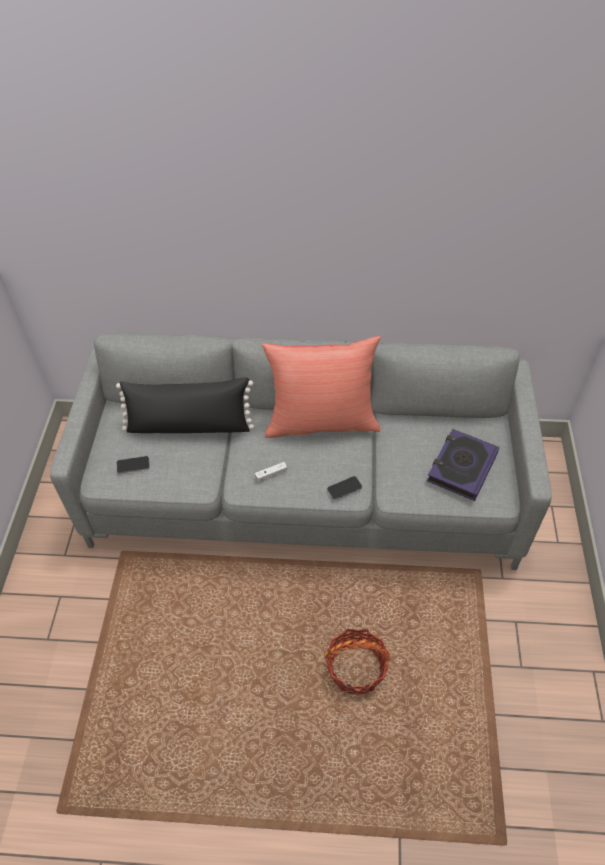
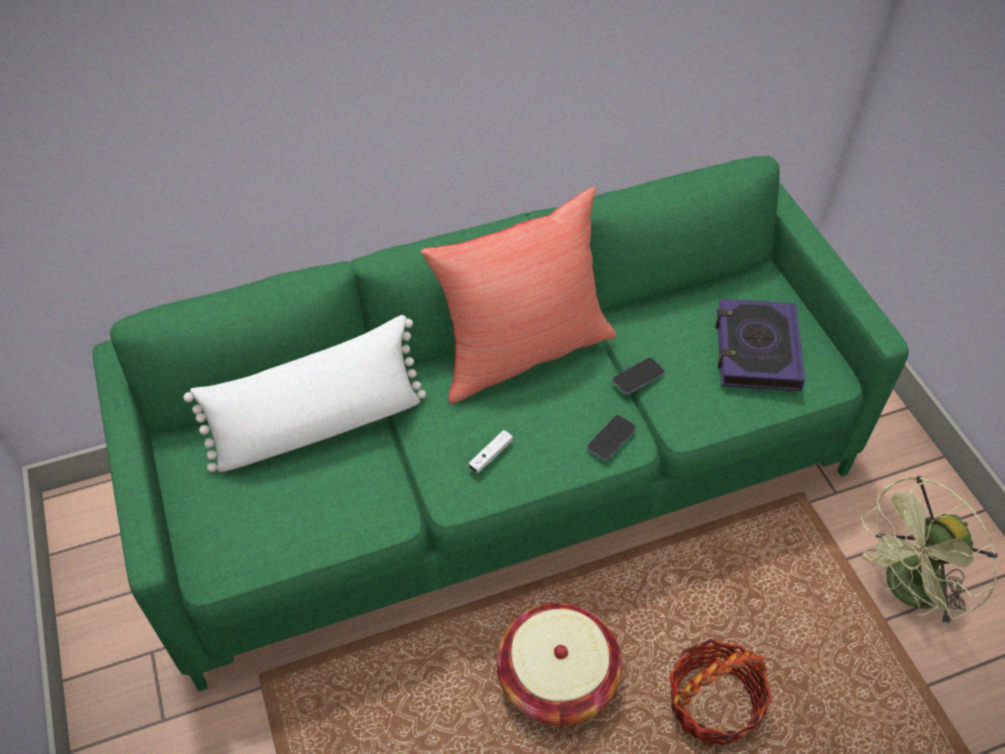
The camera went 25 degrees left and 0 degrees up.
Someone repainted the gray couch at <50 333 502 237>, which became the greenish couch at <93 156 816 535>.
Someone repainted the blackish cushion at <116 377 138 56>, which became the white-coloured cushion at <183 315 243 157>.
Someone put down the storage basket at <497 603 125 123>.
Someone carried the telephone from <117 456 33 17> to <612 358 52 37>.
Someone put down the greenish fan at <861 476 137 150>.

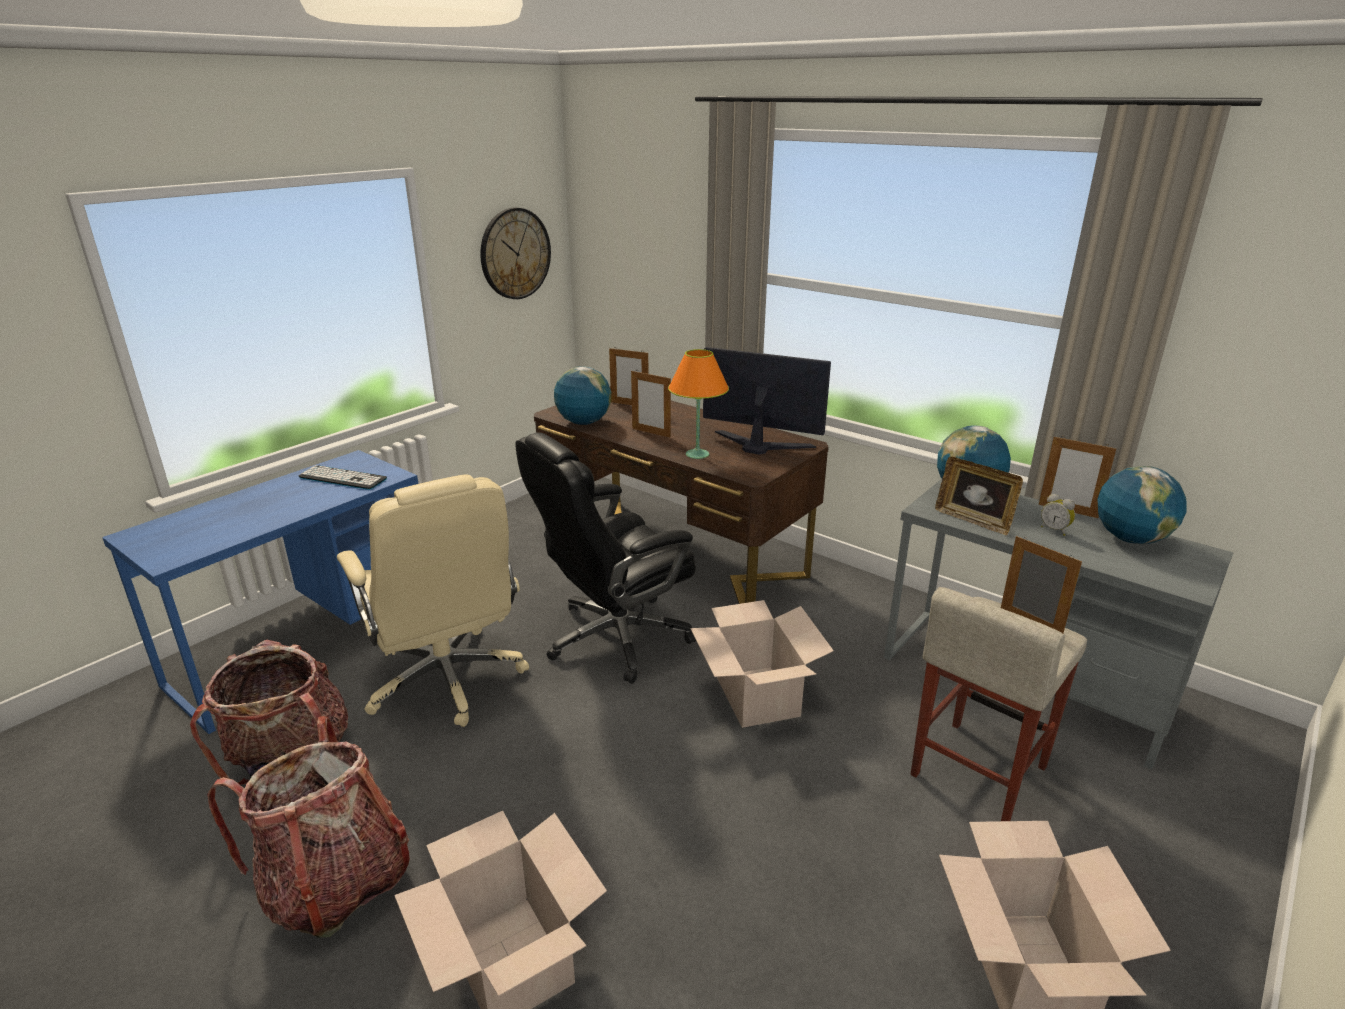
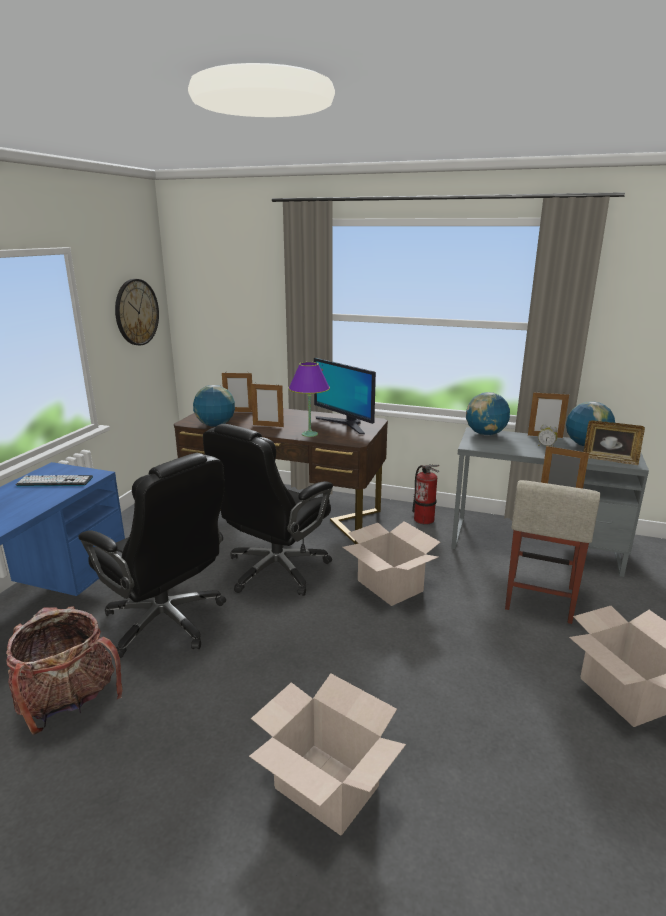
The camera went 20 degrees left and 5 degrees down.
Someone repainted the beige office chair at <337 474 192 253>, which became the blackish office chair at <78 453 148 205>.
Someone repainted the orange lamp for a table at <668 349 61 110>, which became the purple lamp for a table at <288 362 42 75>.
Someone rotated the monitor at <703 347 128 107> by 135 degrees counterclockwise.
Someone put down the fire-fighting cylinder at <412 464 27 61>.
Someone carried the standing frame from <935 457 88 78> to <583 420 62 45>.
Someone took away the knapsack at <207 716 203 222>.

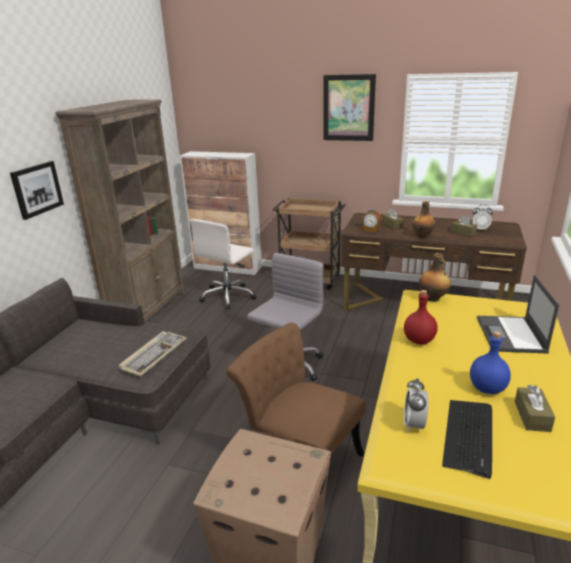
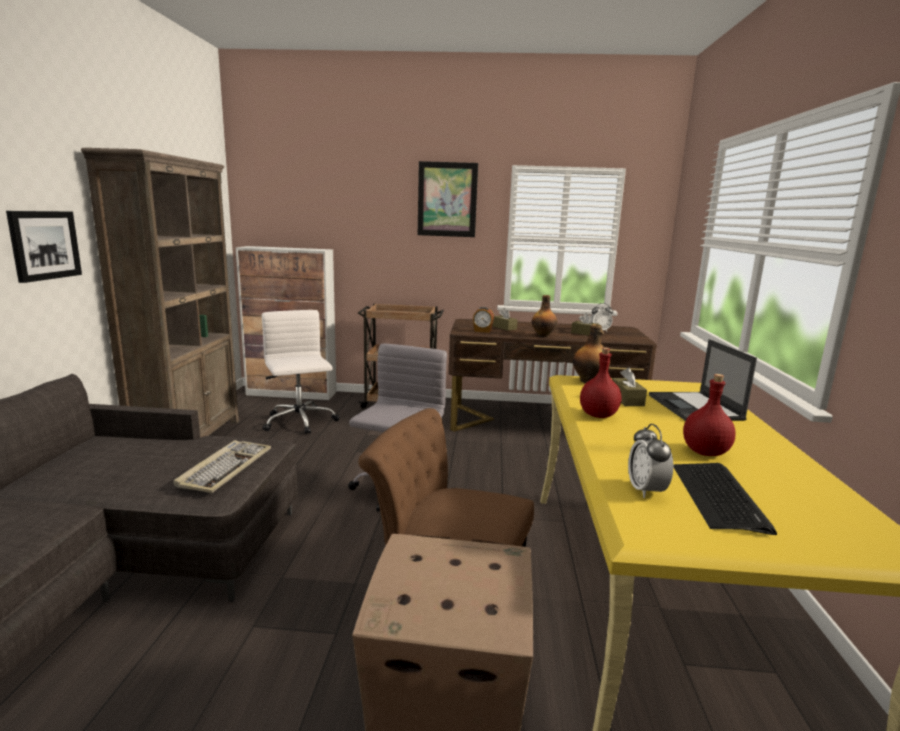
The camera went 15 degrees left and 10 degrees down.
Someone rotated the white-coloured office chair at <190 219 67 90> by 135 degrees clockwise.
Someone carried the brownish box of tissues from <515 385 40 47> to <612 368 35 38>.
Someone repainted the bluish bottle at <470 331 41 63>, which became the red bottle at <683 374 53 82>.

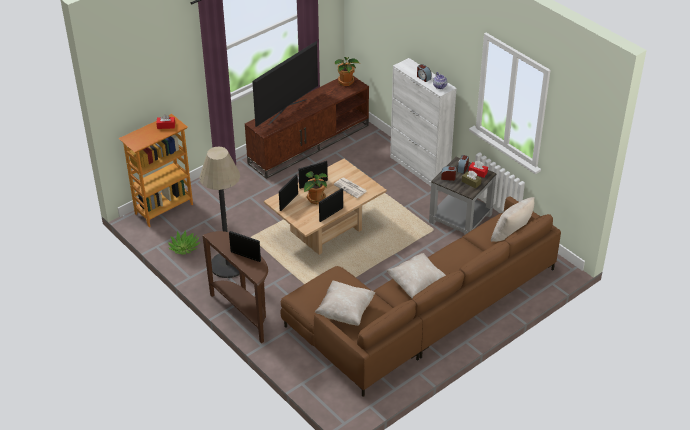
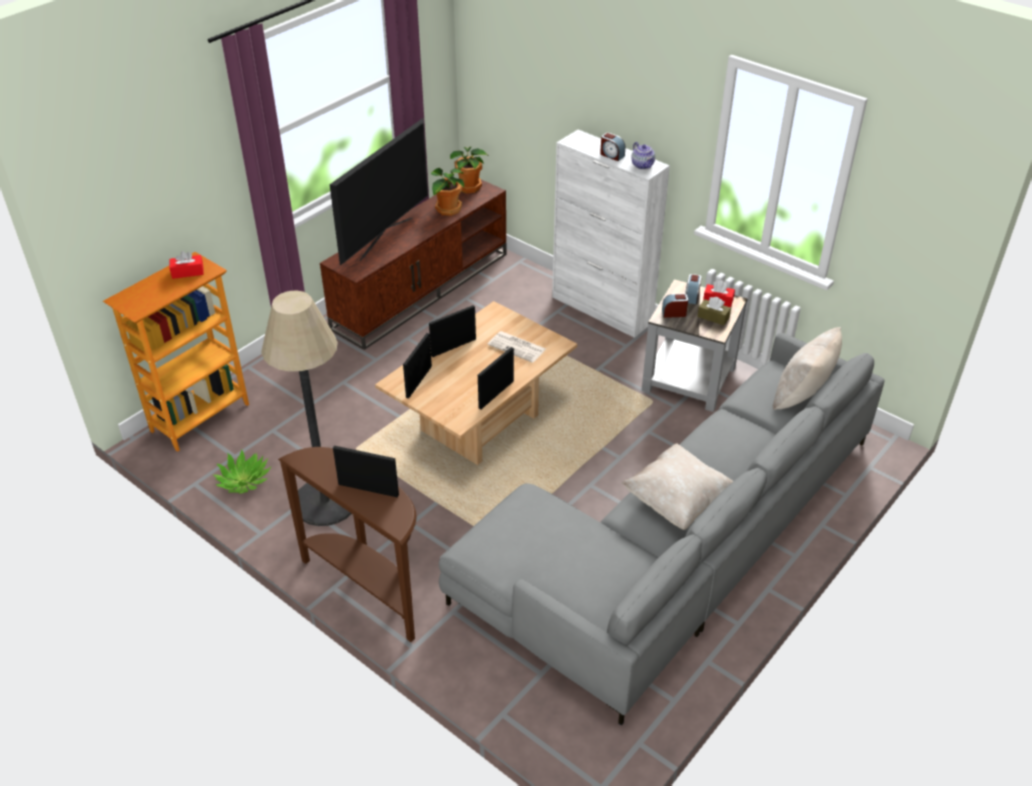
The camera went 10 degrees left and 0 degrees up.
Someone carried the plant in a pot from <304 171 24 33> to <431 168 33 48>.
Someone repainted the brownish couch at <280 197 281 200>, which became the gray couch at <439 333 446 392>.
Someone took away the beige cushion at <315 281 60 45>.

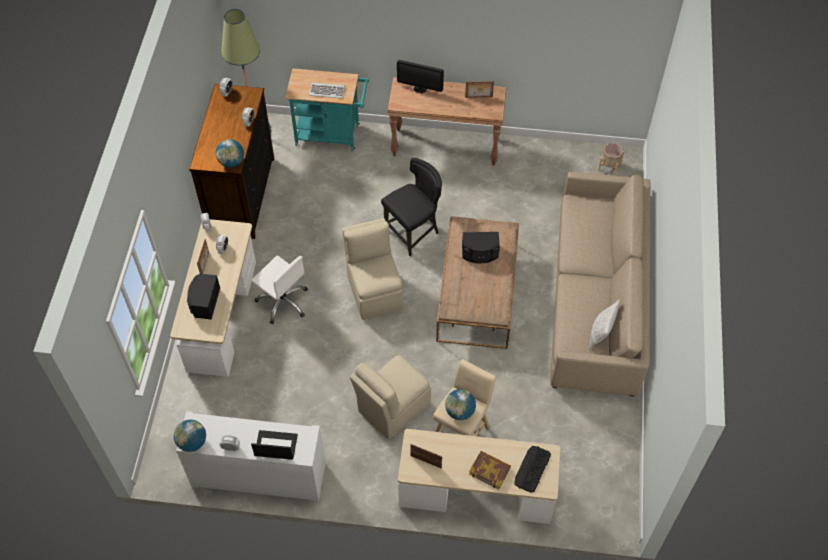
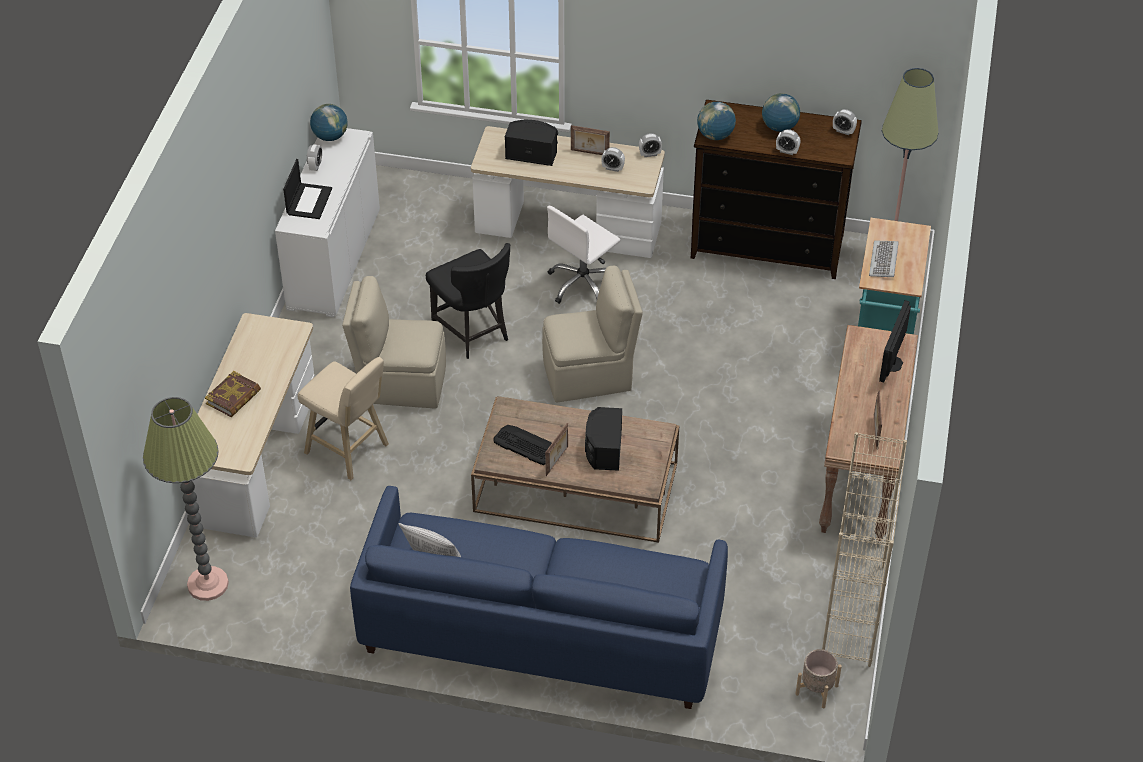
The camera went 95 degrees right and 10 degrees down.
Someone put down the floor lamp at <143 397 86 204>.
Someone rotated the beige chair at <350 355 81 85> by 45 degrees counterclockwise.
Someone repainted the beige couch at <550 172 101 225>, which became the bluish couch at <350 486 378 223>.
Someone carried the blackish chair from <381 158 61 98> to <426 243 84 116>.
Someone carried the PC keyboard from <514 446 37 47> to <493 425 59 40>.
Someone carried the standing frame from <410 444 32 24> to <545 423 23 53>.
Someone carried the world globe from <445 389 31 31> to <762 93 38 39>.
Someone put down the beige bookshelf at <822 432 85 235>.

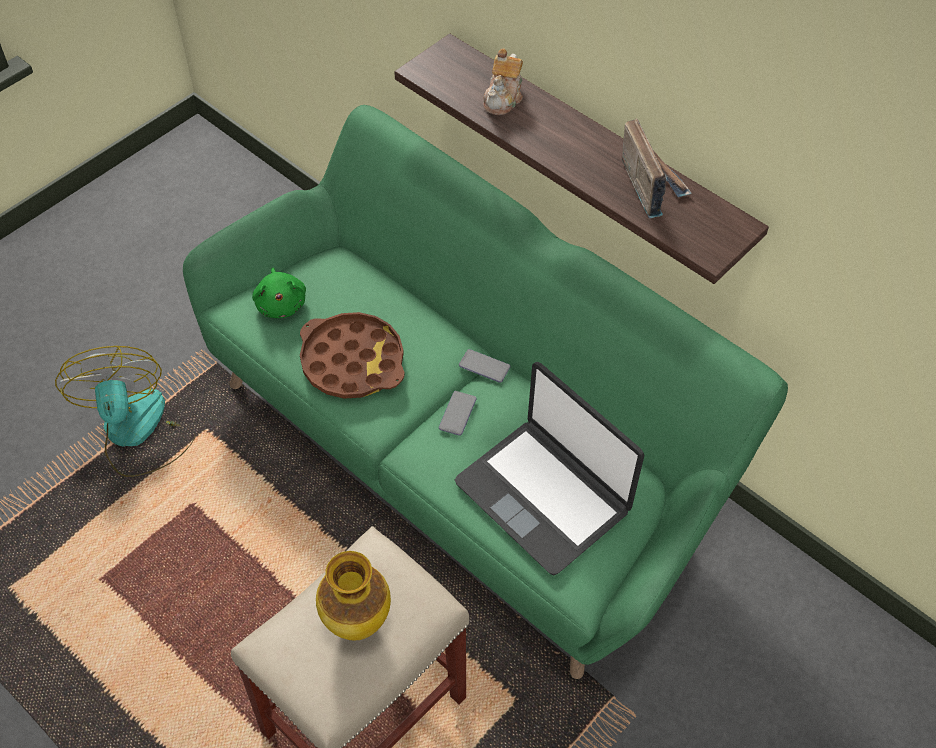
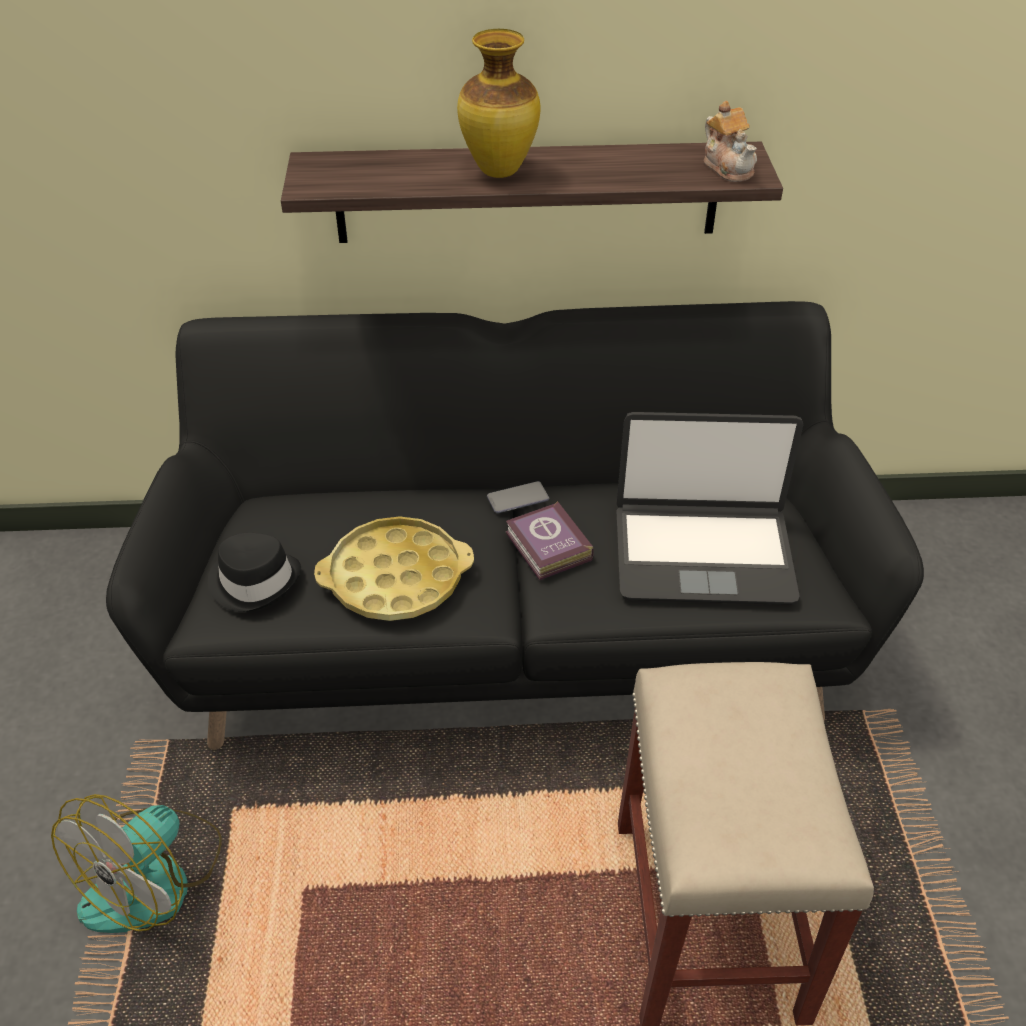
The camera went 45 degrees left and 10 degrees down.
Someone rotated the fan at <55 346 140 131> by 90 degrees counterclockwise.
Someone repainted the greenish couch at <183 105 605 574>, which became the blackish couch at <106 301 818 449>.
Someone swapped the greenish plush toy at <252 267 54 51> for the blackish wearable hat at <208 533 93 79>.
Someone repainted the brownish serving tray at <300 312 105 87>, which became the yellow serving tray at <314 516 160 105>.
Someone carried the vase from <316 551 75 90> to <457 29 83 149>.
Someone swapped the telephone at <439 391 37 45> for the volume at <506 501 88 79>.
Someone carried the pot for tea from <483 49 40 66> to <704 101 53 81>.
Someone took away the radio set at <622 118 70 100>.

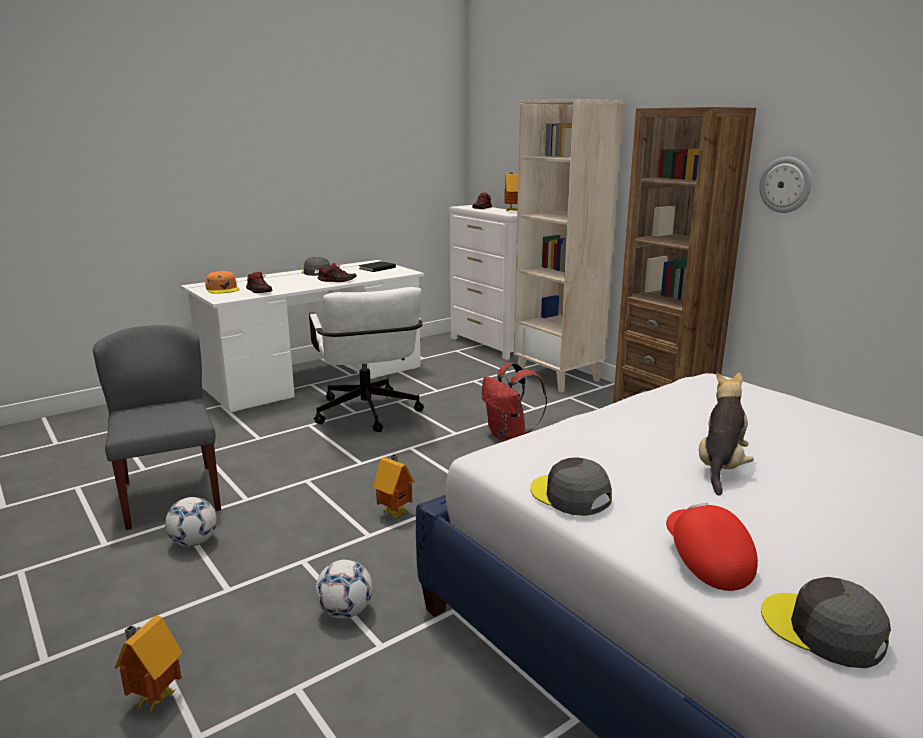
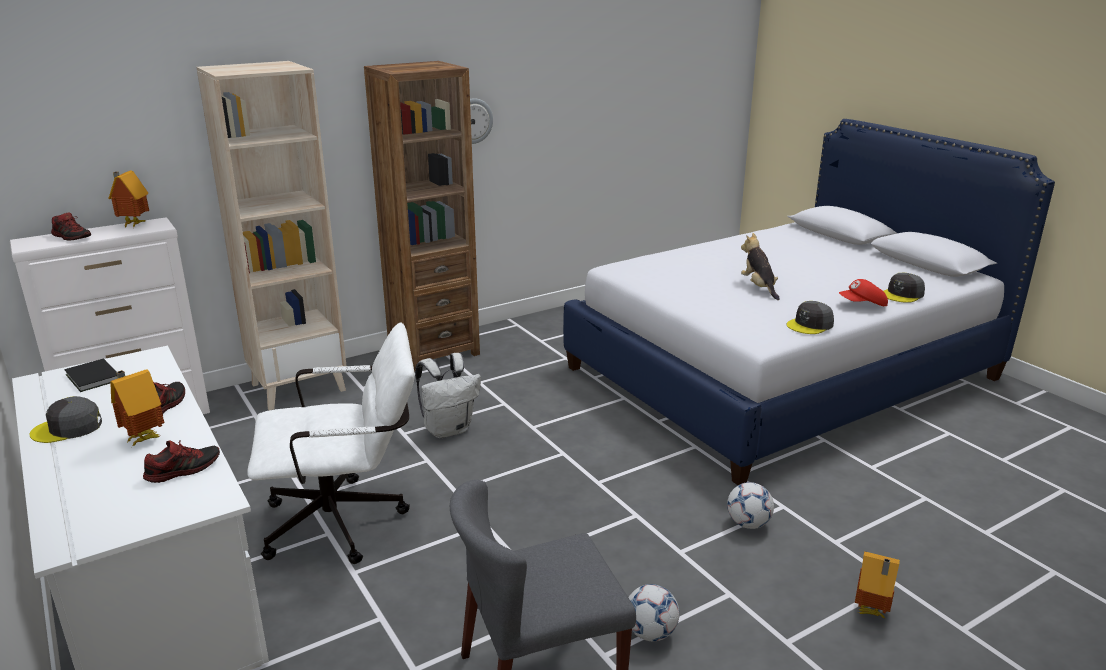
The camera went 85 degrees left and 5 degrees up.
Someone carried the toy house from <373 454 42 64> to <110 369 54 78>.
Someone repainted the red knapsack at <482 362 65 80>, which became the white-coloured knapsack at <415 353 66 85>.
Someone rotated the plush toy at <699 373 55 123> by 45 degrees clockwise.
Someone took away the orange cap at <205 271 35 23>.

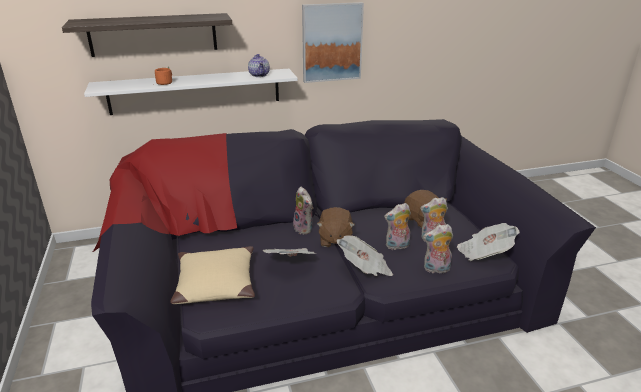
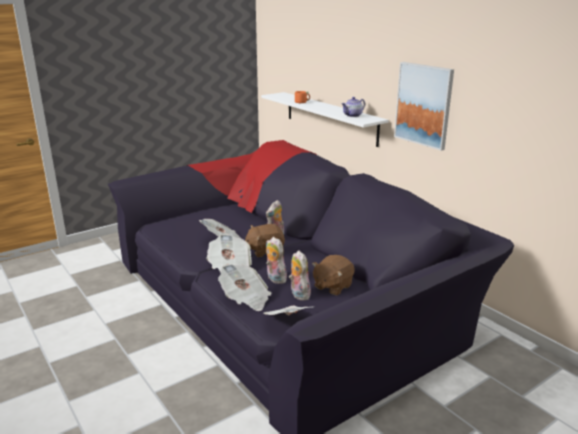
The camera went 70 degrees right and 5 degrees down.
Someone swapped the plush toy at <423 224 30 49> for the daily paper at <218 264 53 47>.
Someone took away the shelf at <62 13 170 44>.
Someone took away the beige cushion at <170 246 85 58>.

